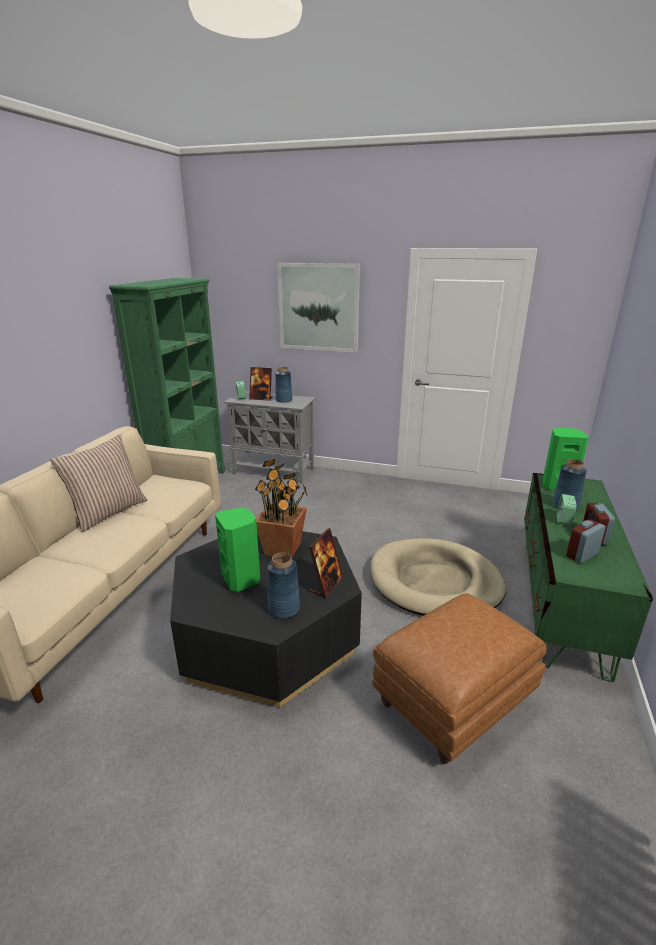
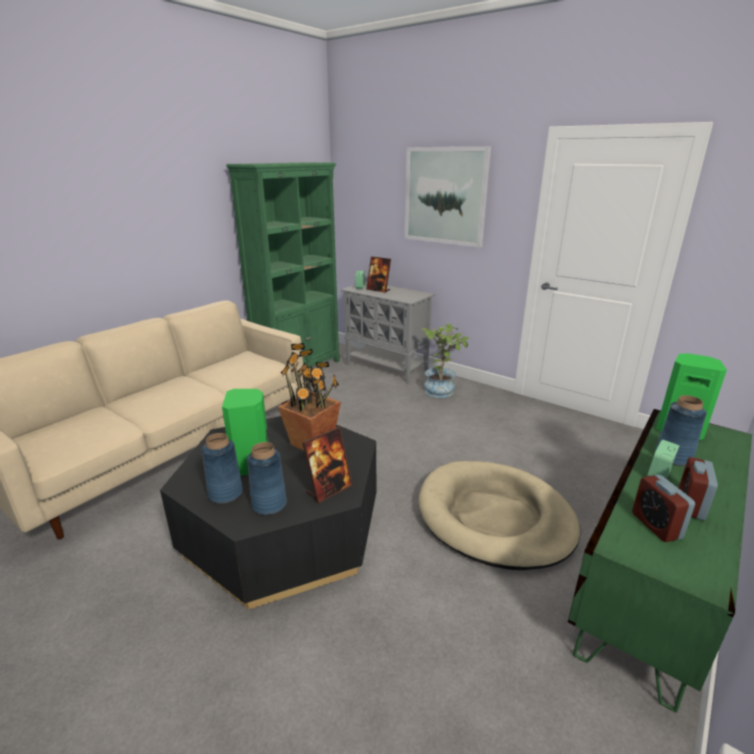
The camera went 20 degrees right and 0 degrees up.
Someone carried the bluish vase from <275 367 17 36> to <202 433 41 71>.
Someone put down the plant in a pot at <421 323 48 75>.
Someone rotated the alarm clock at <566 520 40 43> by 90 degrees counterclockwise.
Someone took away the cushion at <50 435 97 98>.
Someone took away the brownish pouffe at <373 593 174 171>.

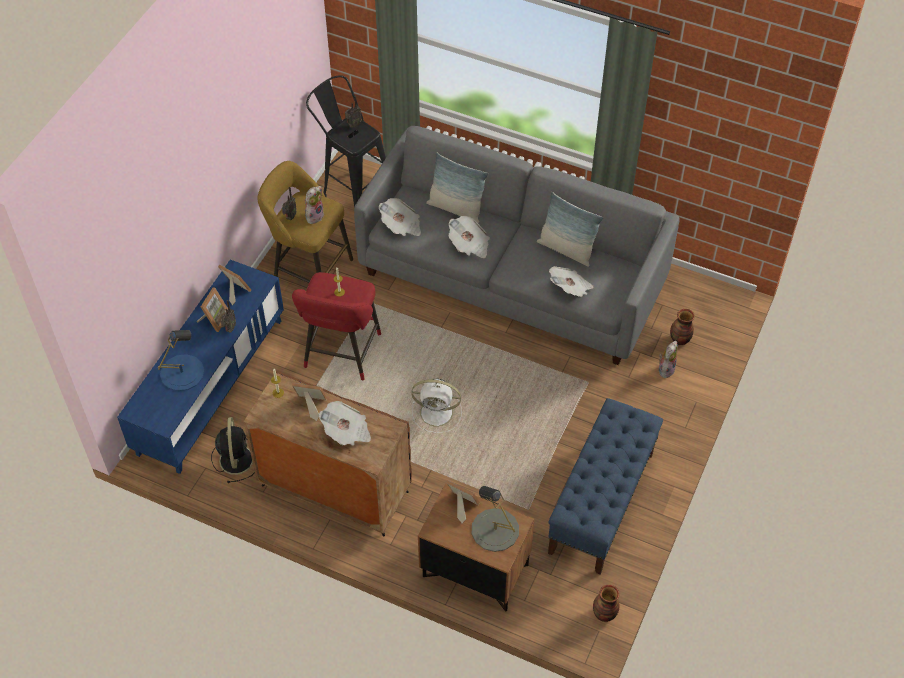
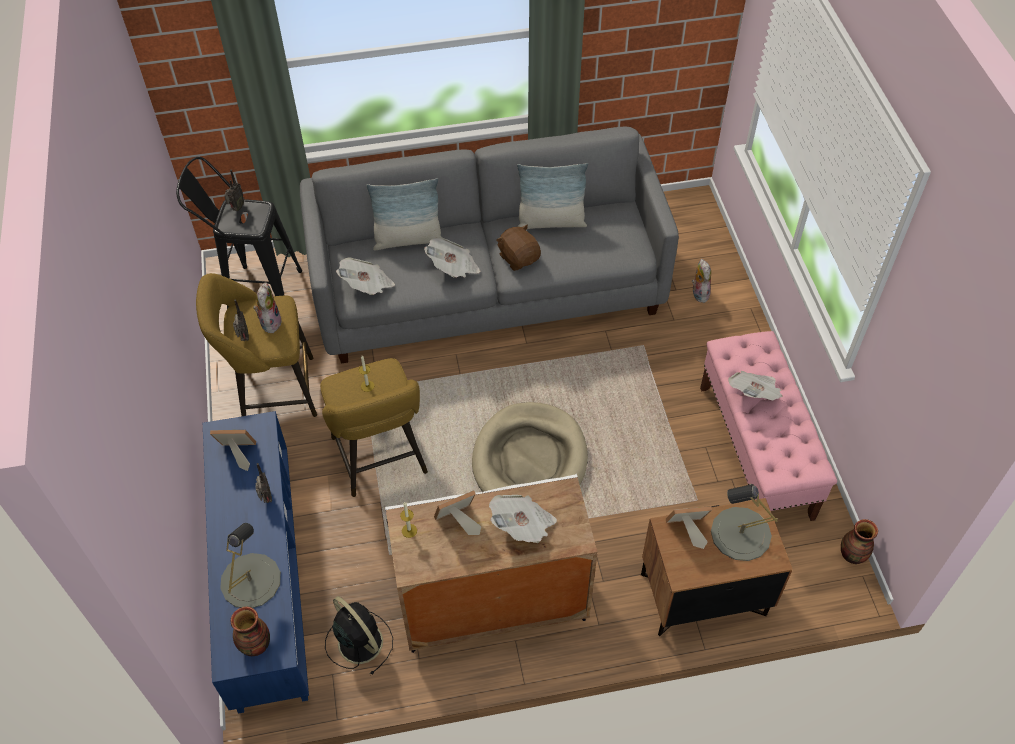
The camera went 35 degrees left and 0 degrees up.
Someone repainted the bluish lamp for a table at <158 330 46 61>, which became the gray lamp for a table at <220 523 61 85>.
Someone carried the vase from <670 309 25 36> to <231 606 39 50>.
Someone repainted the red stool at <292 272 89 109>, which became the yellow stool at <320 358 108 139>.
Someone repainted the brownish storage cabinet at <244 371 168 165>, which became the white-coloured storage cabinet at <385 474 212 179>.
Someone swapped the white-coloured fan at <411 379 51 54> for the beige pet bed at <472 402 116 90>.
Someone put down the brownish plush toy at <496 225 45 46>.
Someone repainted the bluish indoor bench at <548 398 115 177>, which became the pinkish indoor bench at <700 331 137 190>.
Someone carried the daily paper from <549 266 44 31> to <728 371 55 29>.
Someone took away the standing frame at <197 288 31 44>.

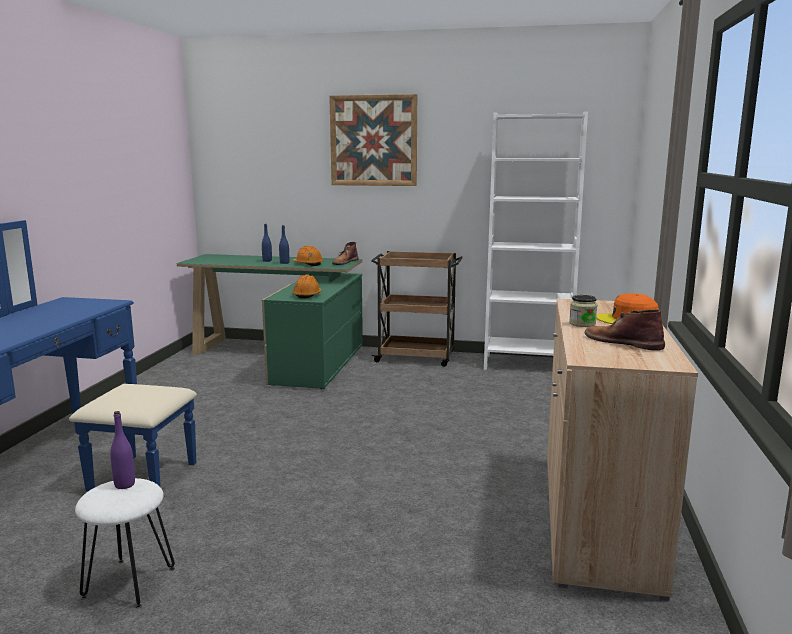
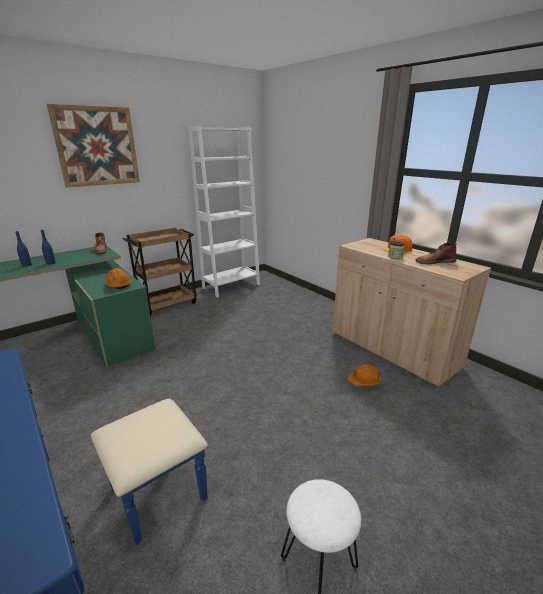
The camera went 50 degrees left and 10 degrees up.
Someone carried the orange safety helmet from <293 245 30 21> to <348 364 33 22>.
Someone took away the purple bottle at <110 411 25 78>.

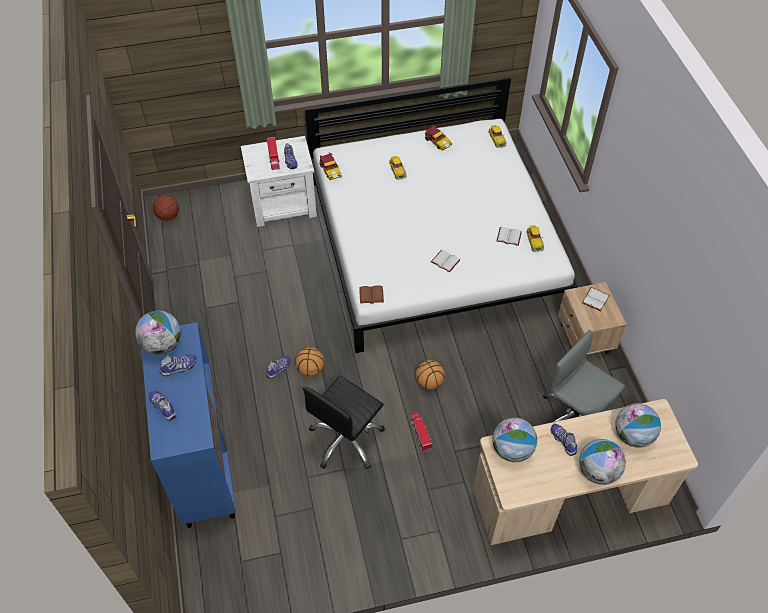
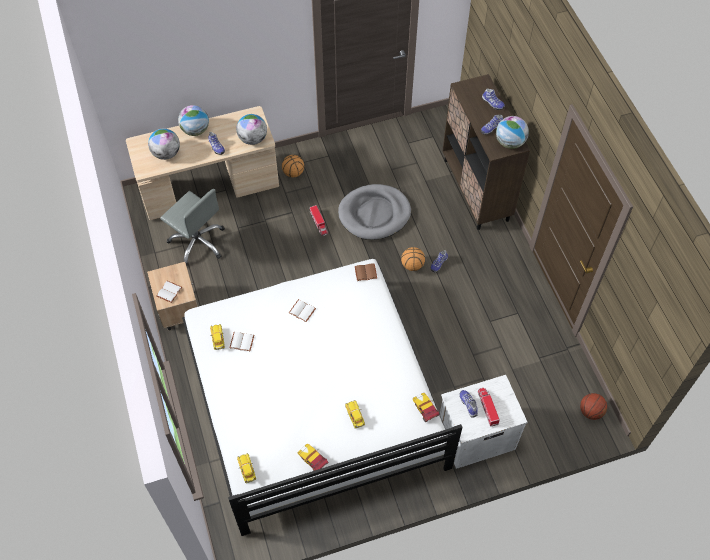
The camera went 175 degrees right and 5 degrees up.
Someone carried the basketball from <416 360 29 29> to <282 155 22 22>.
Someone swapped the blackish office chair at <302 376 83 93> for the gray pet bed at <338 184 73 56>.
Someone repainted the bluish storage cabinet at <141 322 95 206>, which became the brownish storage cabinet at <443 74 87 156>.

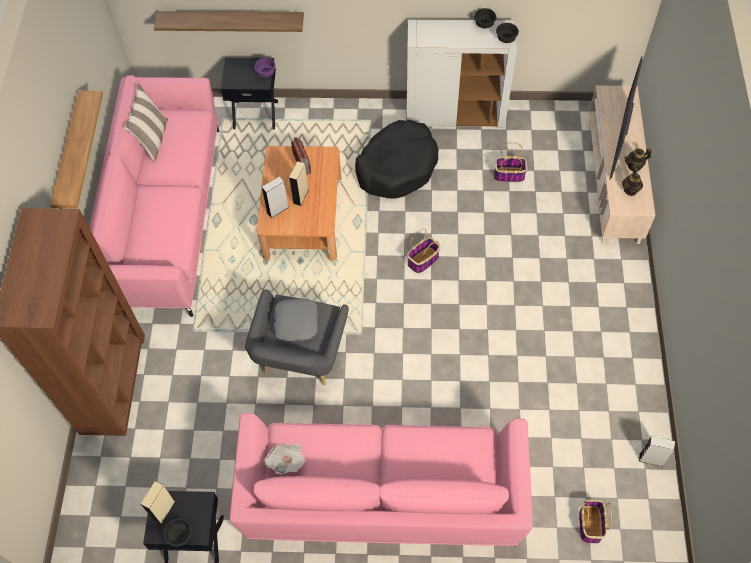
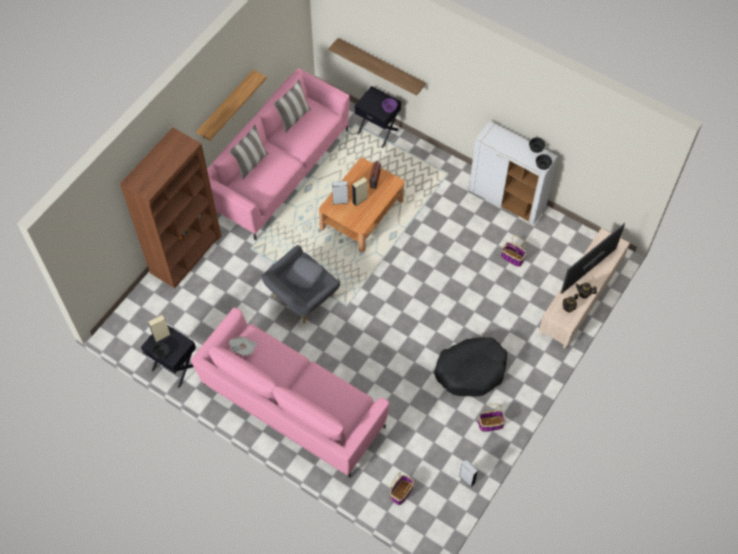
The camera went 30 degrees right and 0 degrees up.
Someone put down the cushion at <229 125 39 54>.
Someone carried the blackish pet bed from <355 120 84 78> to <434 337 73 59>.
Someone carried the storage basket from <407 228 33 45> to <478 404 28 28>.

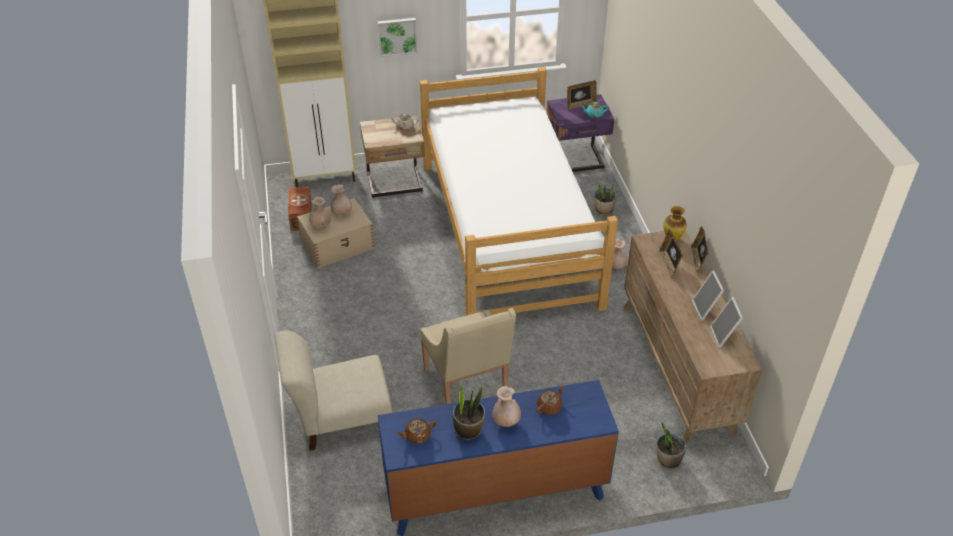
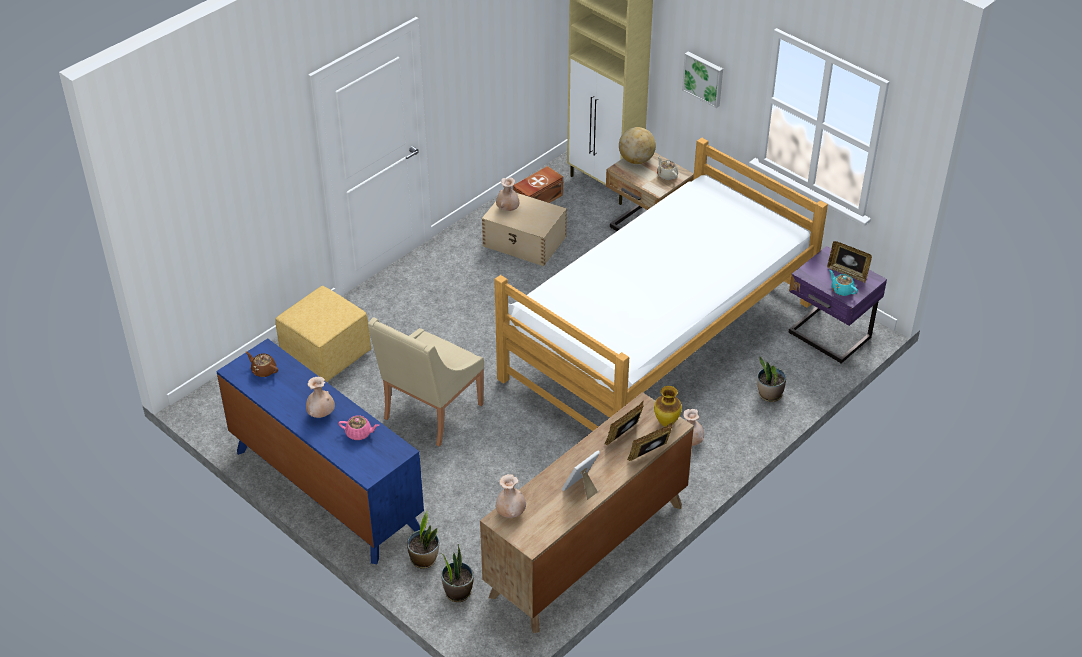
The camera went 55 degrees right and 0 degrees up.
Someone swapped the beige chair at <275 331 117 120> for the yellow pouffe at <275 286 96 96>.
Someone repainted the brownish pot for tea at <536 385 29 30>, which became the pinkish pot for tea at <338 415 41 25>.
Someone carried the plant in a pot from <453 382 32 58> to <407 511 32 58>.
Someone carried the beige vase from <330 184 22 31> to <496 474 30 44>.
Someone put down the world globe at <619 127 37 37>.
Someone took away the standing frame at <710 297 33 51>.

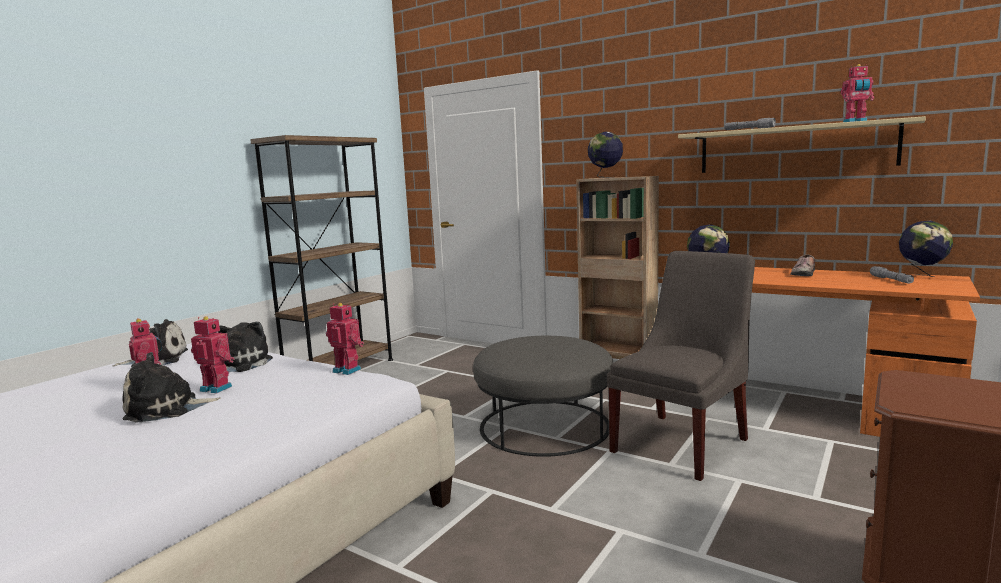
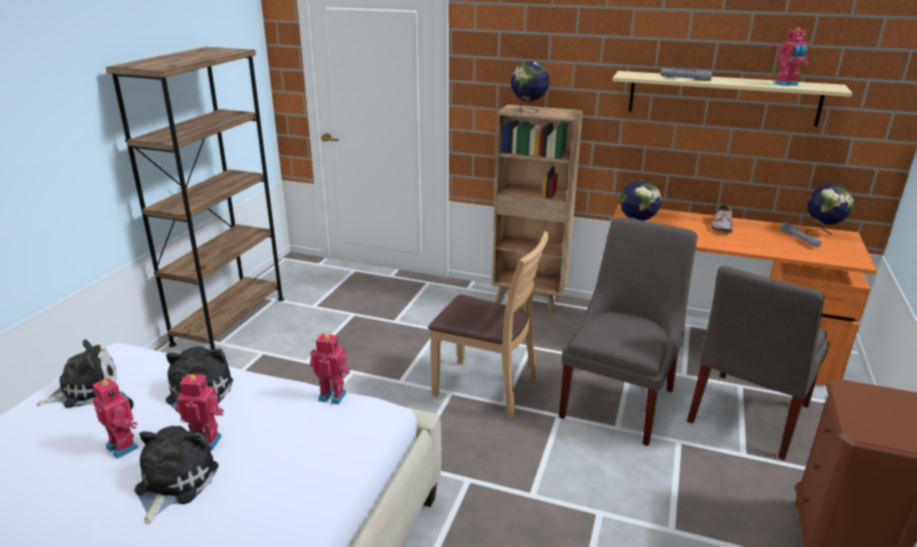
The camera went 15 degrees left and 15 degrees up.
Someone rotated the plush toy at <122 352 99 70> by 135 degrees clockwise.
Someone swapped the gray pouffe at <473 336 140 121> for the brownish chair at <428 231 122 190>.
Someone put down the gray chair at <687 266 143 194>.

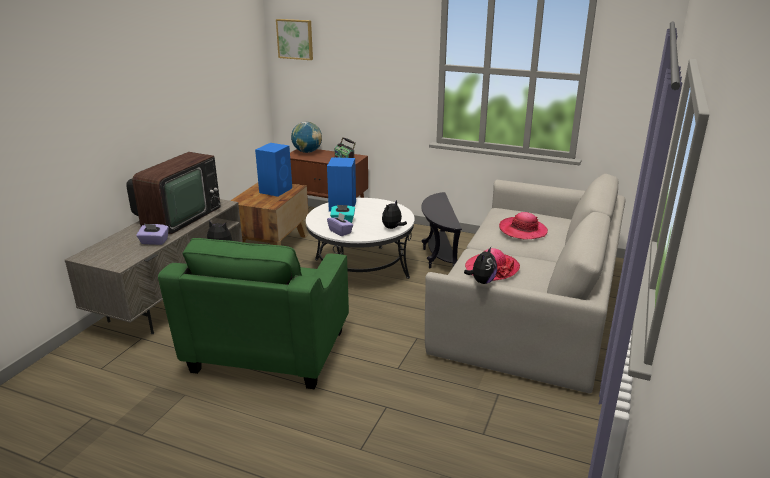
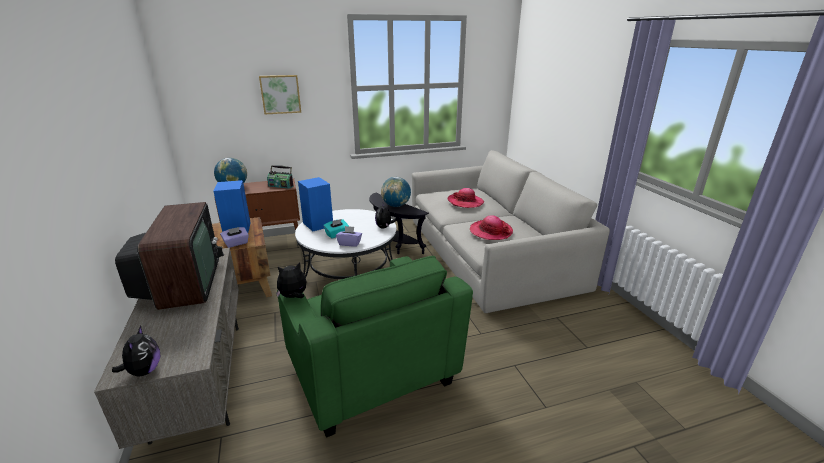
The camera went 40 degrees left and 0 degrees up.
Someone carried the plush toy from <464 247 33 37> to <112 326 48 50>.
Someone carried the purple box of tissues from <136 224 33 21> to <220 227 29 21>.
Someone carried the wall picture from <276 19 37 41> to <259 75 42 39>.
Someone put down the world globe at <381 177 30 30>.

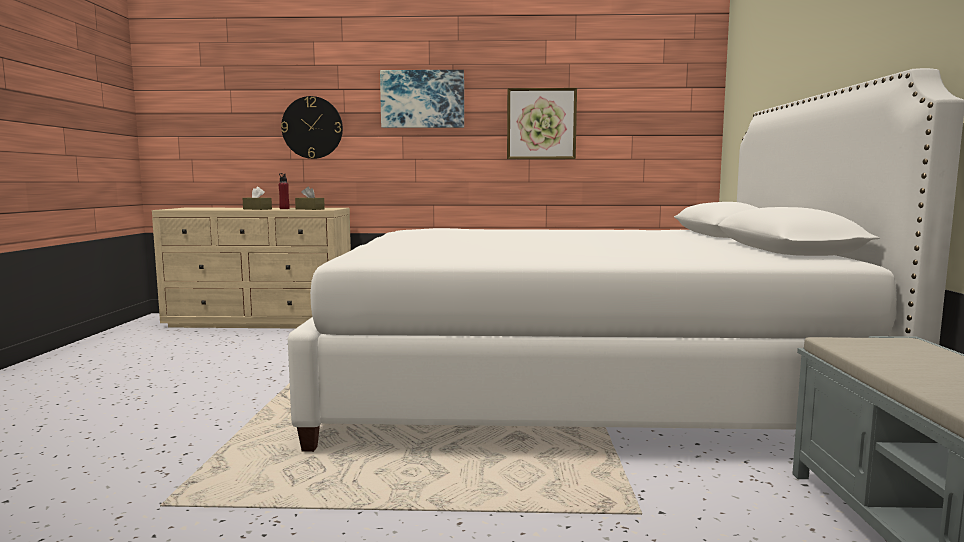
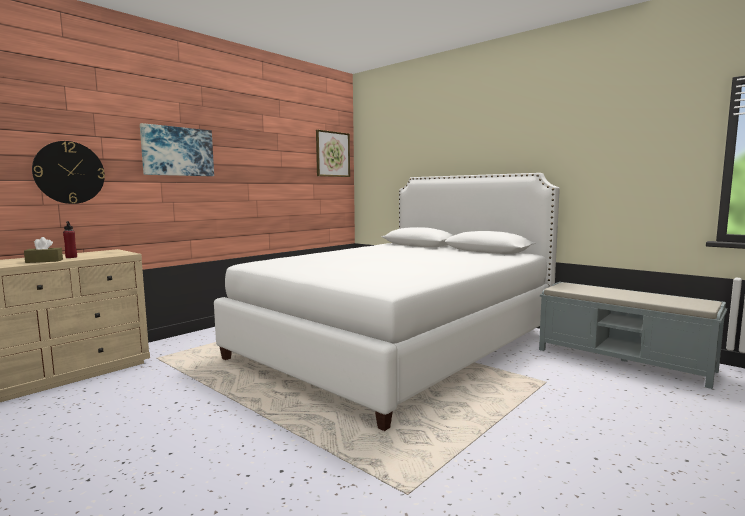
The camera went 50 degrees left and 0 degrees up.
Someone carried the wall picture from <507 88 70 71> to <316 130 34 47>.
Someone took away the brownish box of tissues at <295 187 30 23>.

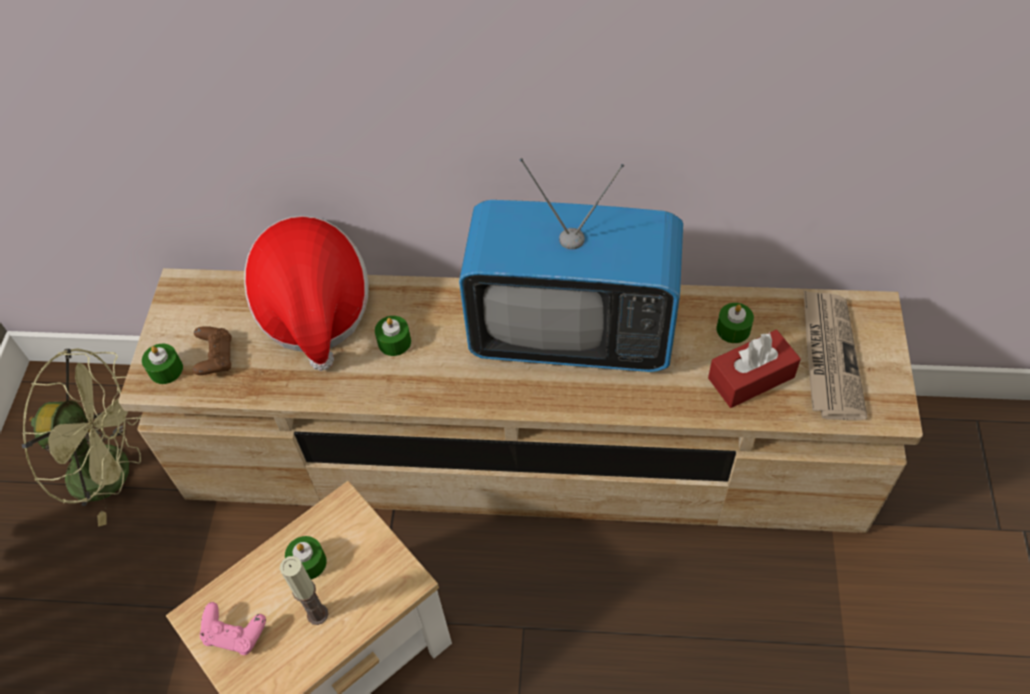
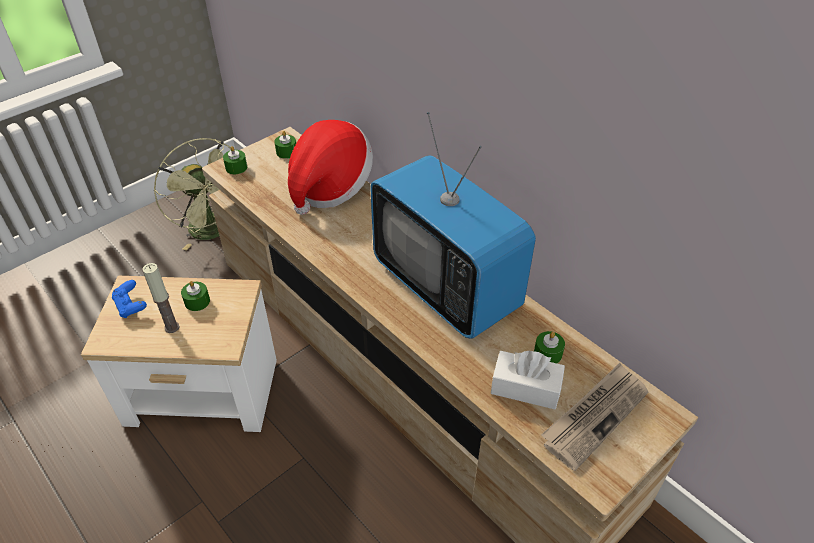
The camera went 40 degrees right and 10 degrees down.
Someone repainted the pinkish gamepad at <200 602 66 53>, which became the bluish gamepad at <112 280 35 38>.
Someone carried the greenish wax candle from <375 316 36 40> to <274 131 22 28>.
Someone repainted the red box of tissues at <708 330 93 78>, which became the white-coloured box of tissues at <491 351 74 58>.
Someone took away the brownish gamepad at <192 326 40 49>.

